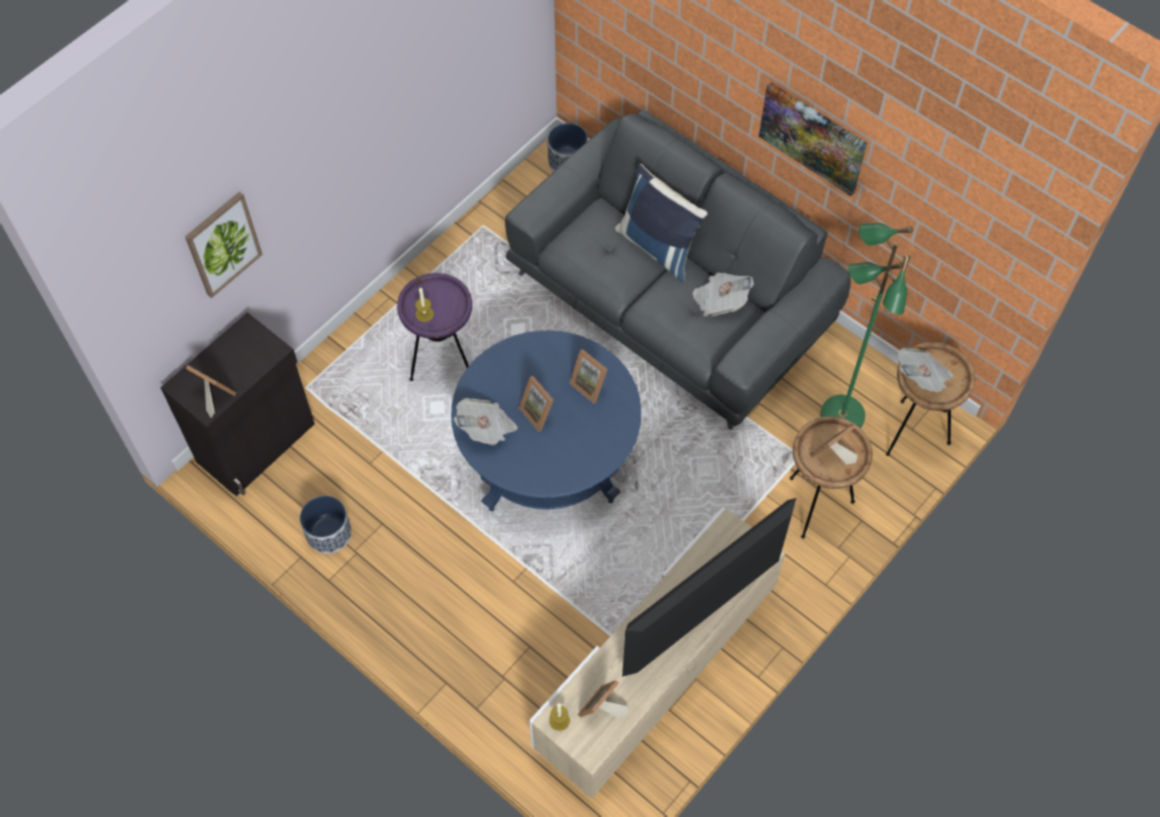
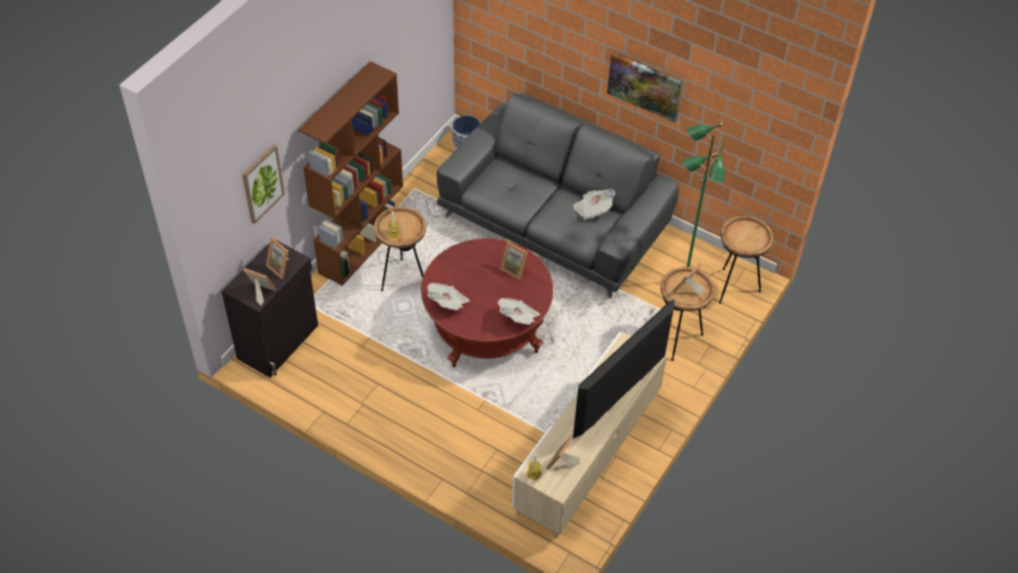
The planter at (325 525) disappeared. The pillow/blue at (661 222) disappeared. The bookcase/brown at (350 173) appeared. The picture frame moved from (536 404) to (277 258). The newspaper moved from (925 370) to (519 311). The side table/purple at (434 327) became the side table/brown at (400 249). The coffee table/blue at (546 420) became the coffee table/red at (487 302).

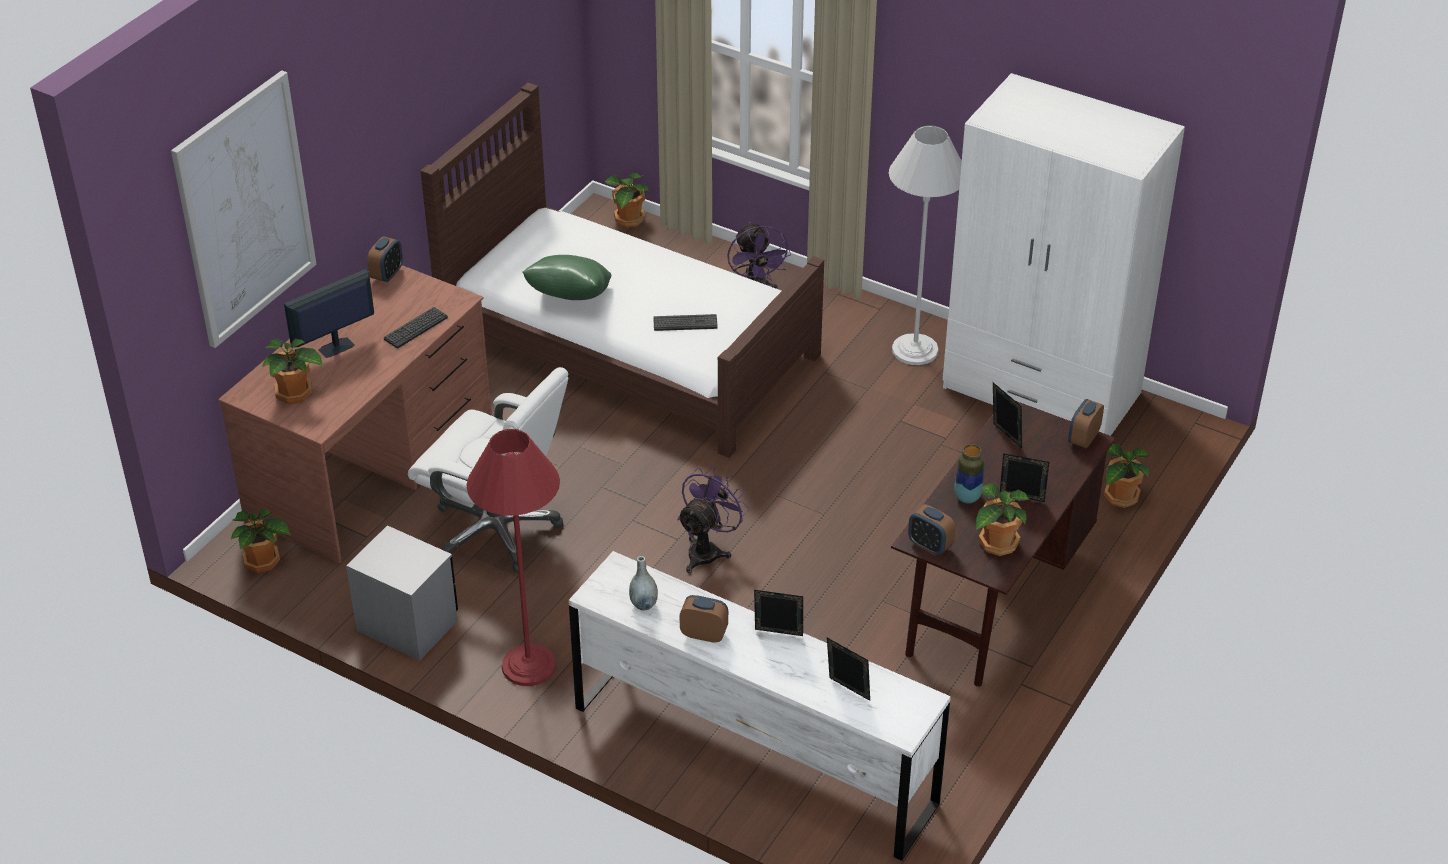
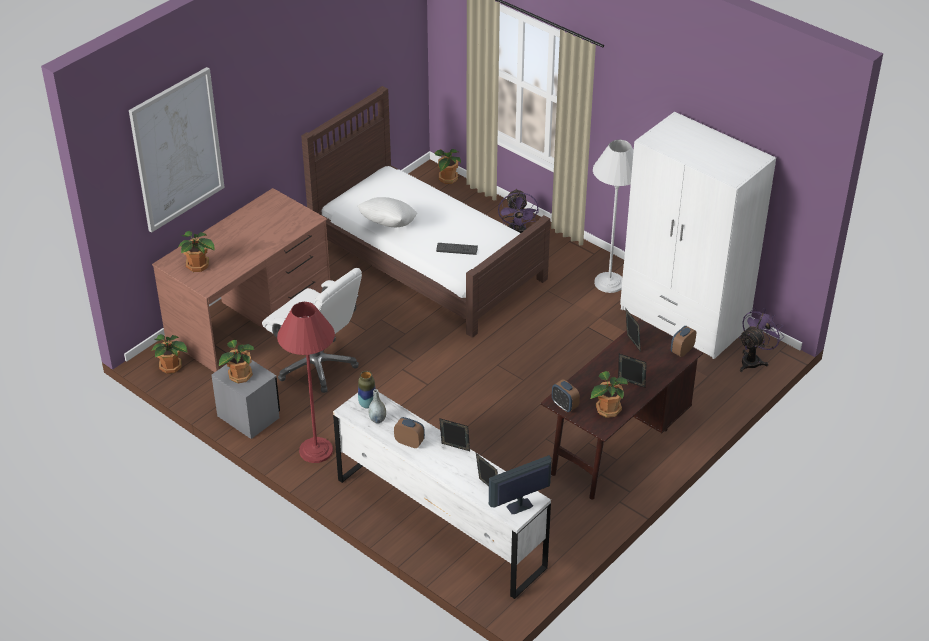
The alarm clock at (385 259) disappeared. The keyboard at (416 327) disappeared. The monitor moved from (329 313) to (520 484). The fan/purple moved from (713 519) to (761 340). The vase moved from (969 473) to (367 390). The potted plant moved from (1127 476) to (236 361). The pillow/green at (567 277) became the pillow/white at (387 212).

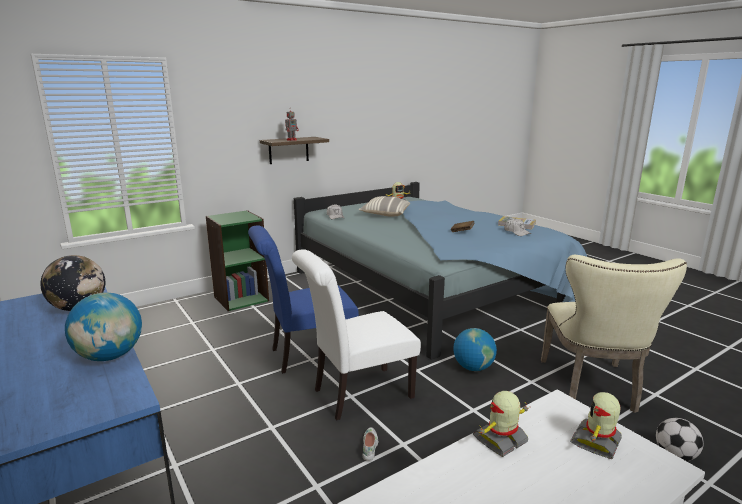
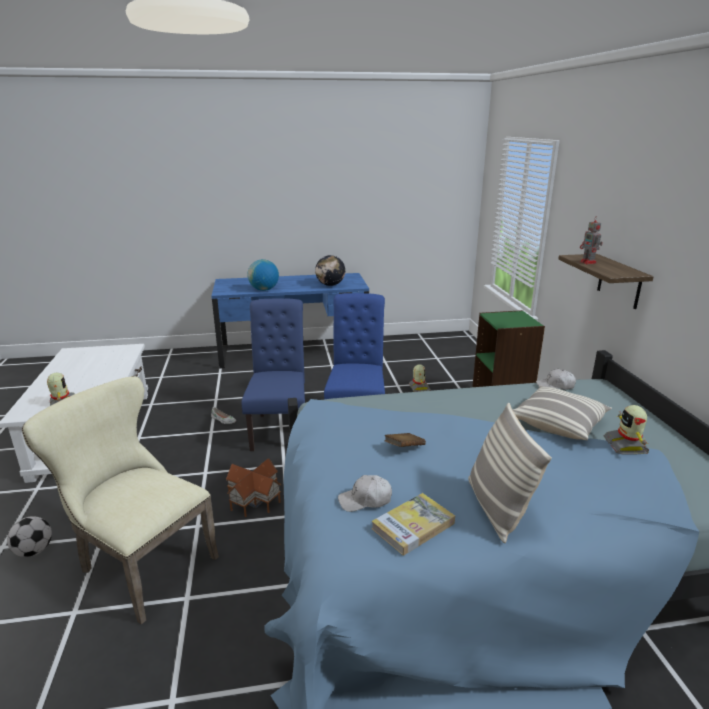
The pillow at (510 473) appeared. The toy robot moved from (500 424) to (420 378). The globe at (475 349) was replaced by the toy house at (253 487). The chair/white at (356 335) became the chair/blue at (273 374).

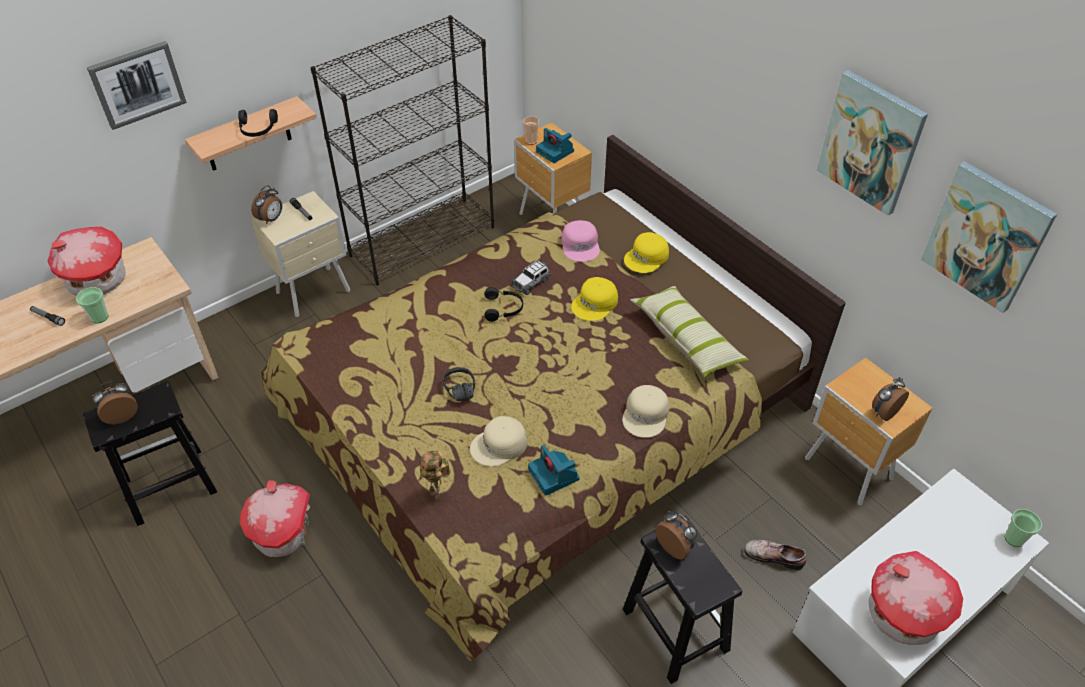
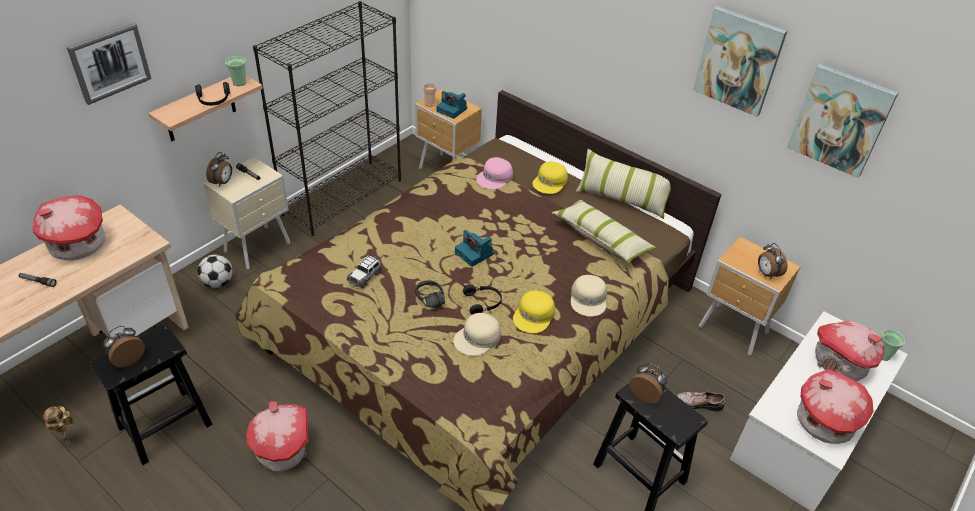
The football at (215 271) appeared. The pillow at (623 184) appeared. The toy house at (850 351) appeared. The cup moved from (92 305) to (235 71). The toy robot moved from (434 476) to (58 427). The headphones/black moved from (503 304) to (482 299). The toy car moved from (530 277) to (364 271). The photo camera moved from (554 470) to (474 248). The cap/yellow moved from (594 299) to (534 311). The cap/pink at (580 241) turned 60 degrees clockwise. The alarm clock at (890 399) turned 60 degrees counterclockwise.

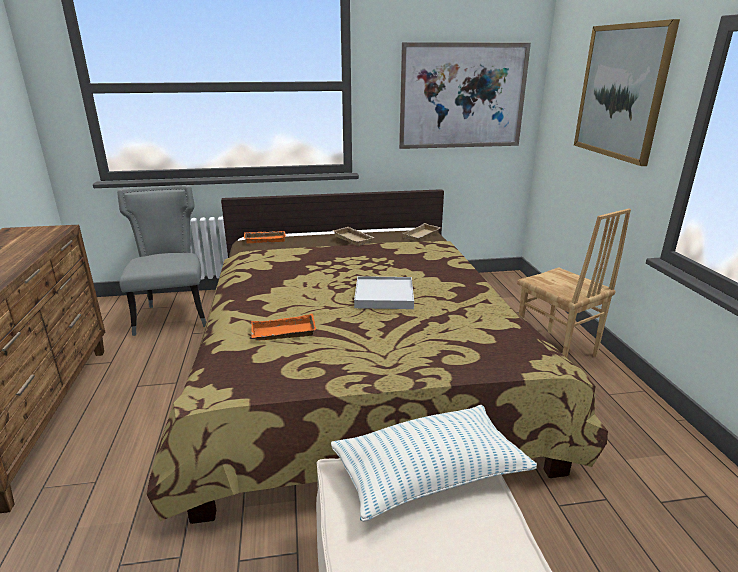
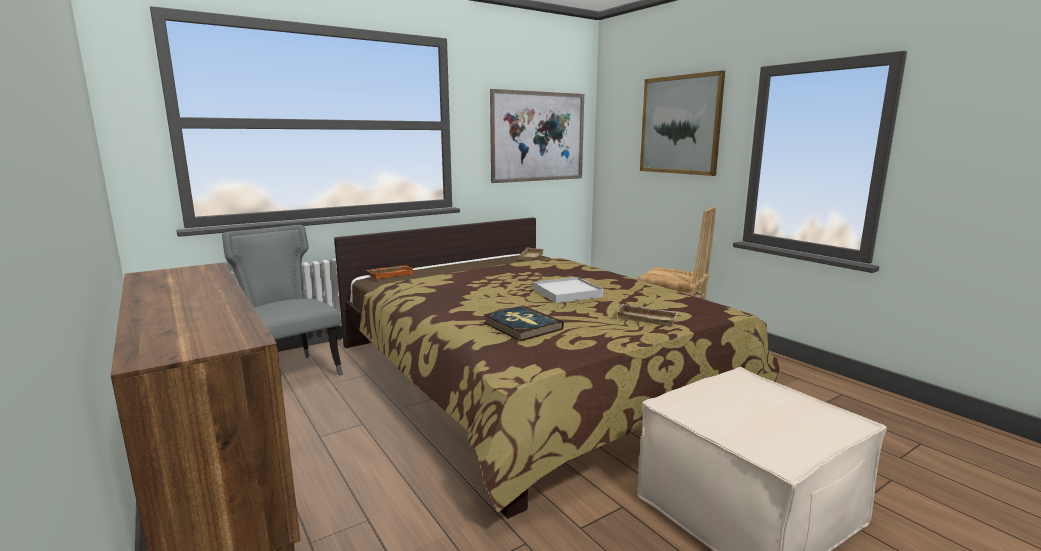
The pillow at (434 463) disappeared. The tray/beige moved from (354 236) to (647 315). The tray/orange at (284 327) was replaced by the book at (524 323).

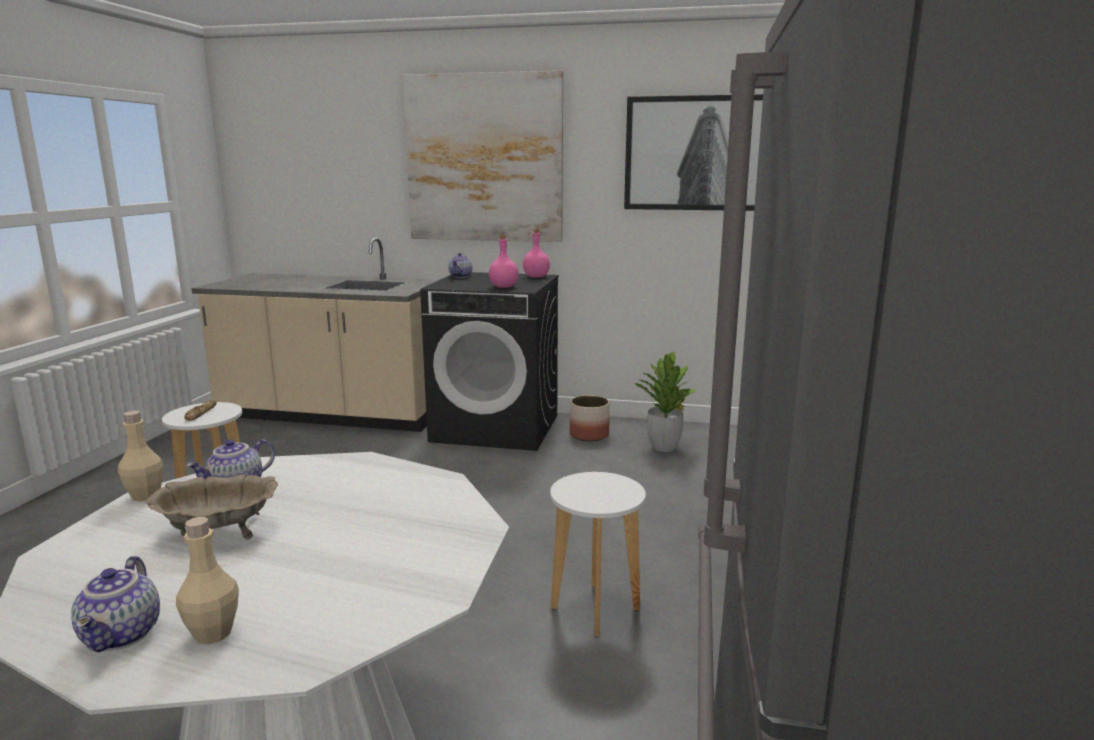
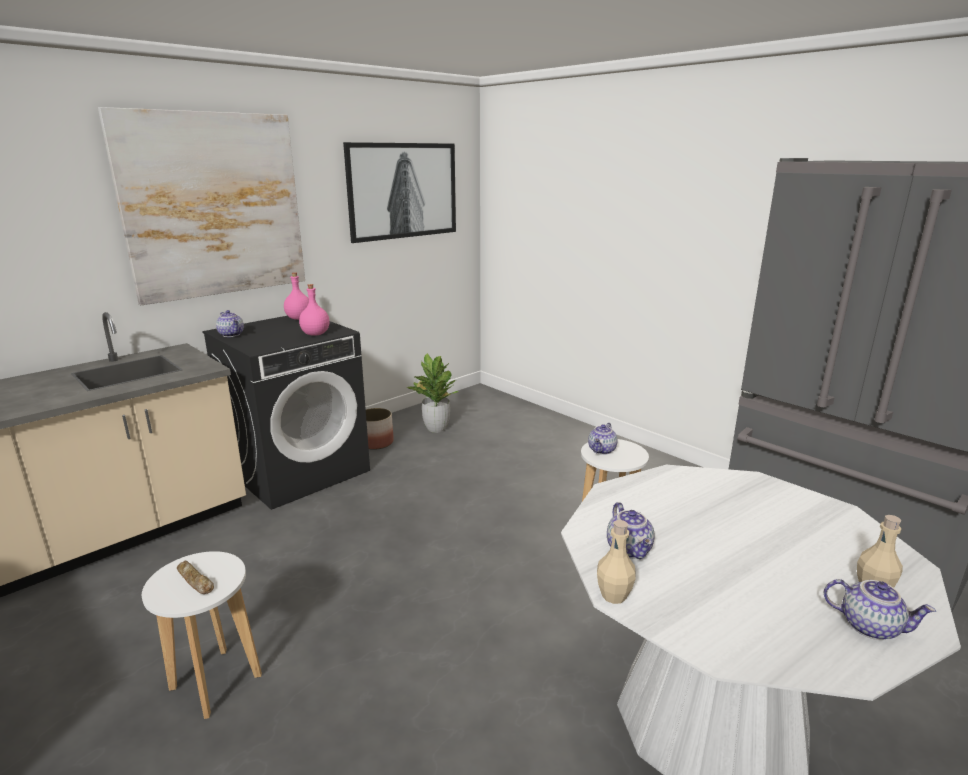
The bowl/beige at (211 507) disappeared. The teapot at (602 439) appeared.

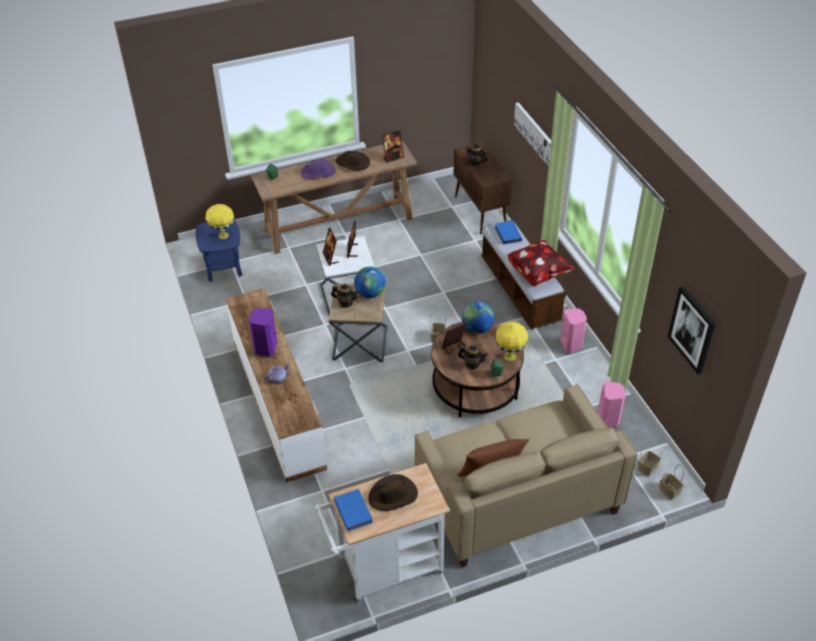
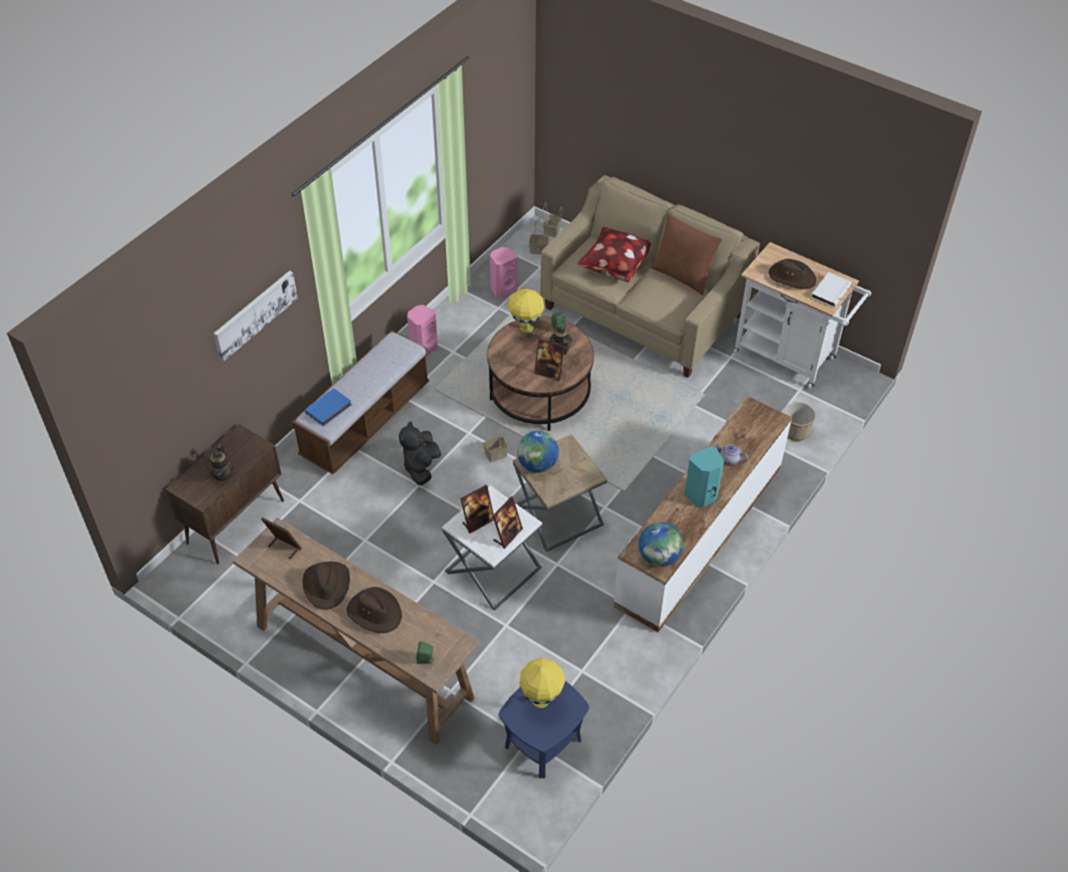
The teapot at (345 296) disappeared. The picture at (691 330) disappeared. The plush toy/black at (420 453) appeared. The planter at (799 421) appeared. The globe moved from (478 317) to (661 544). The pillow moved from (541 263) to (614 254). The speaker/purple at (263 332) became the speaker/turquoise at (704 476). The hat/purple at (318 169) became the hat/brown at (374 610). The book/blue at (353 510) became the book/white at (831 290).

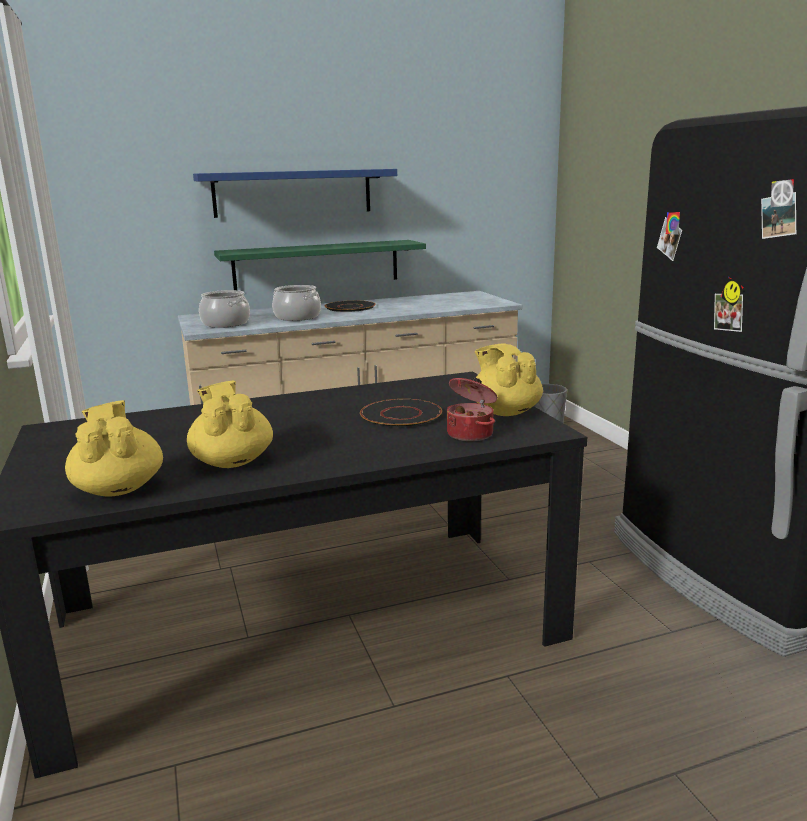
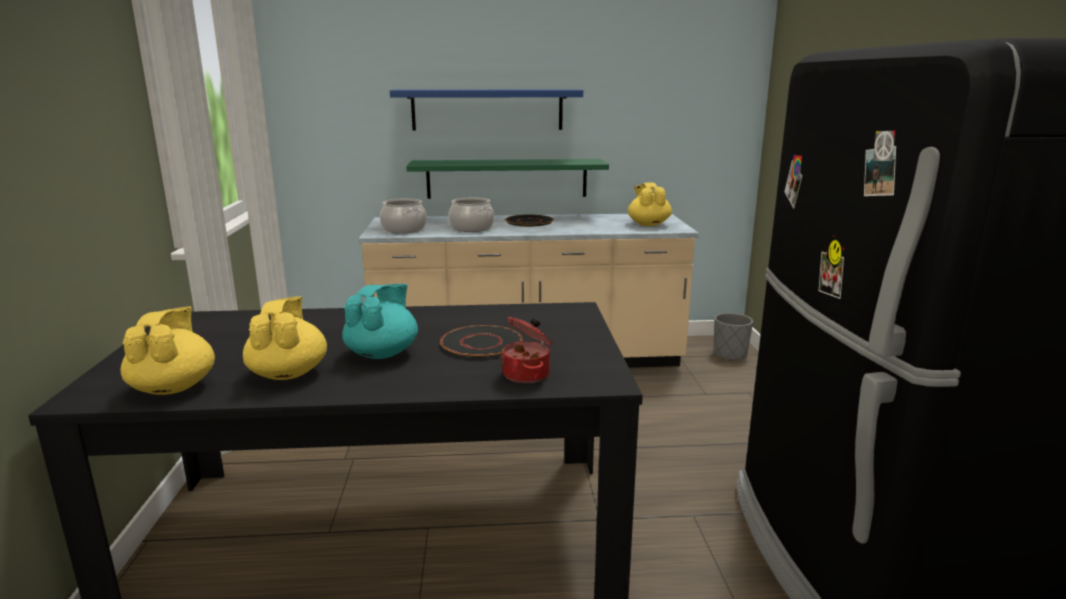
The teapot/turquoise at (380 321) appeared. The teapot/yellow moved from (509 379) to (650 204).

